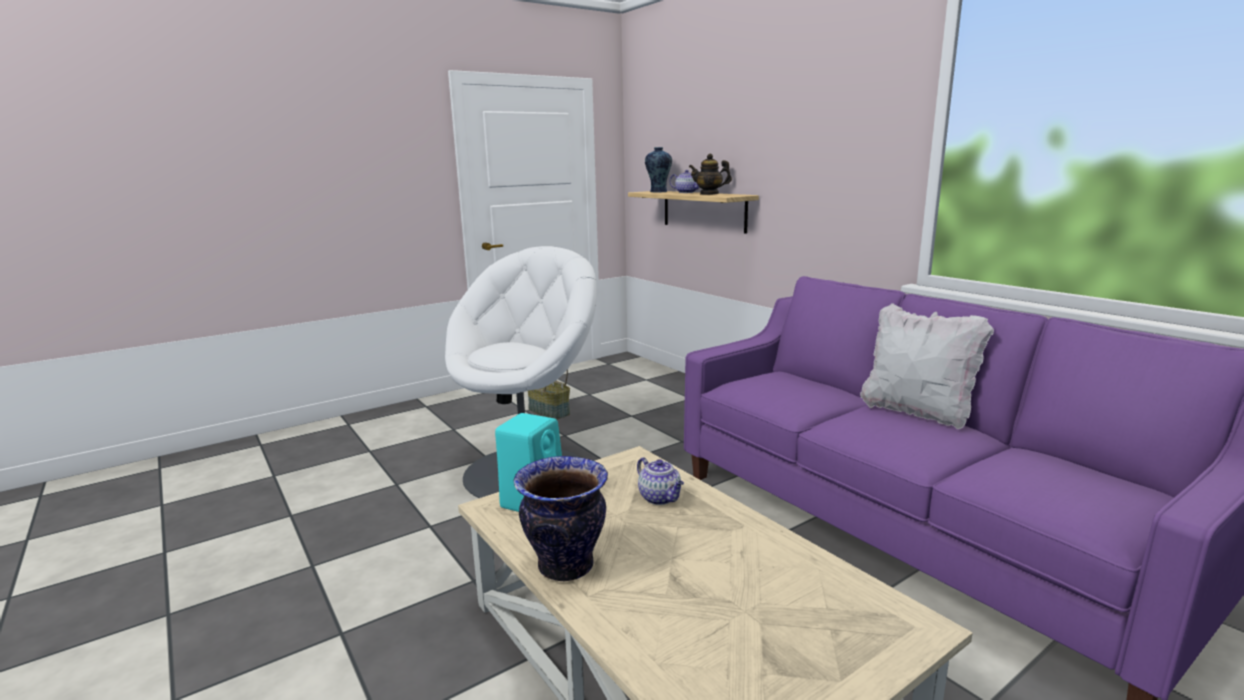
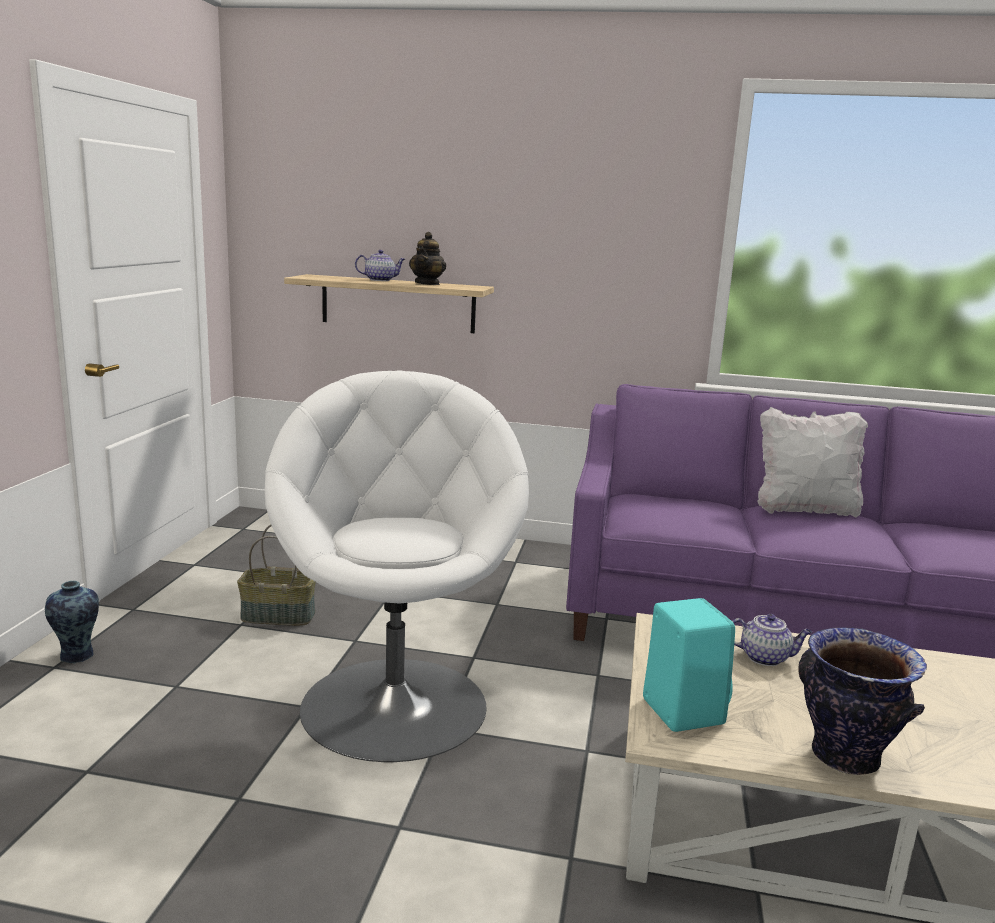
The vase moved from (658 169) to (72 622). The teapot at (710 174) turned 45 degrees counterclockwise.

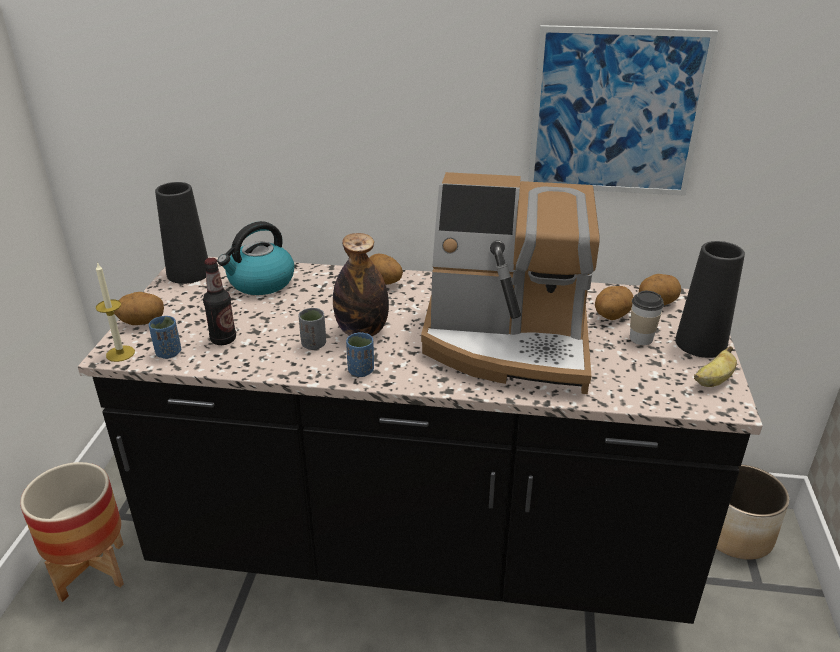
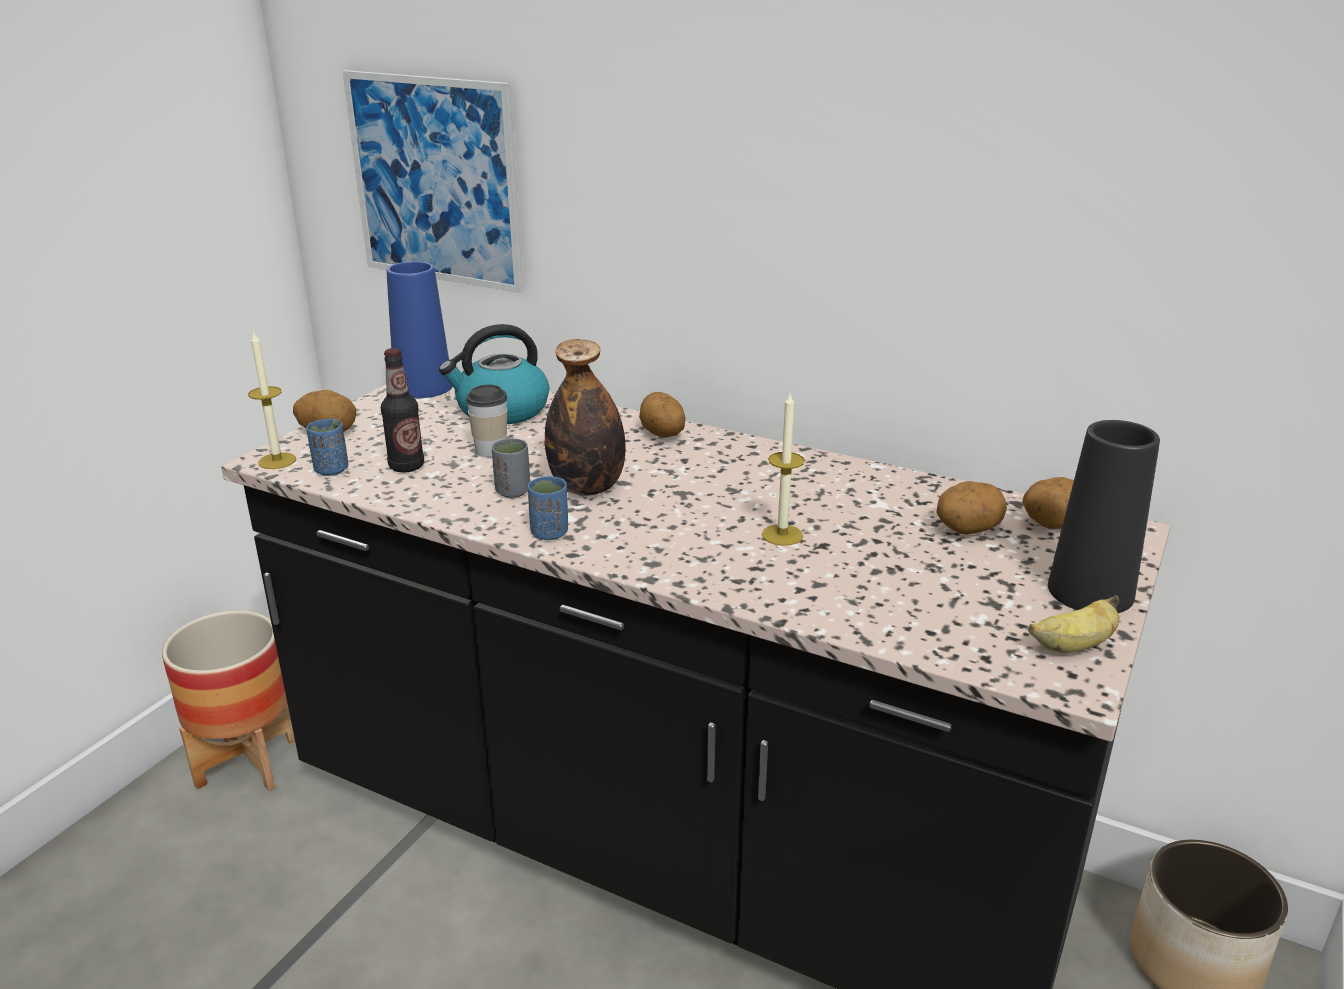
The picture moved from (623 110) to (432 181). The cup moved from (647 318) to (487 421). The coffee machine at (510 283) was replaced by the candle at (783 468). The vase/black at (181 233) became the vase/blue at (419 330).

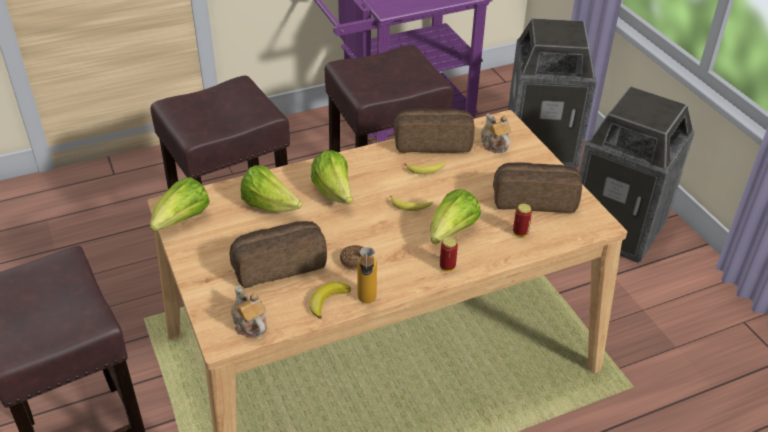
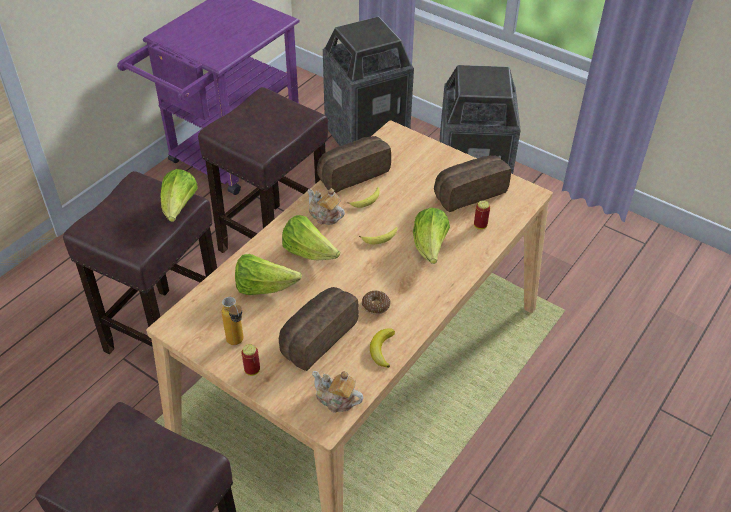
The lettuce moved from (180 204) to (179 195). The bottle moved from (367 275) to (232 321). The can moved from (449 254) to (251 360). The teapot moved from (496 133) to (326 206).

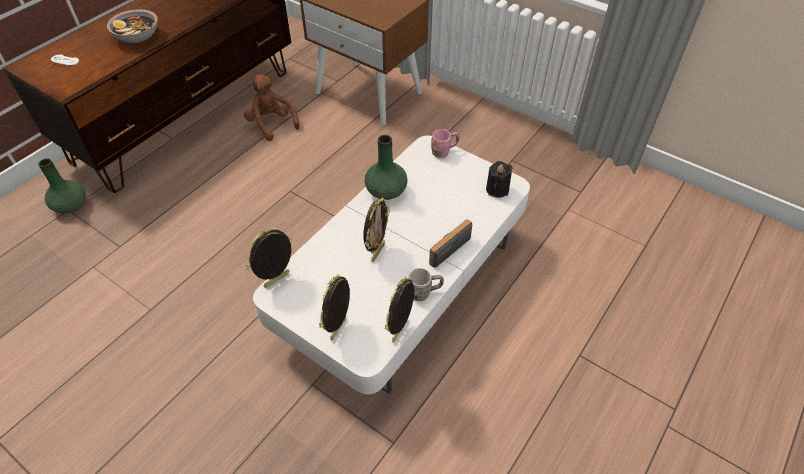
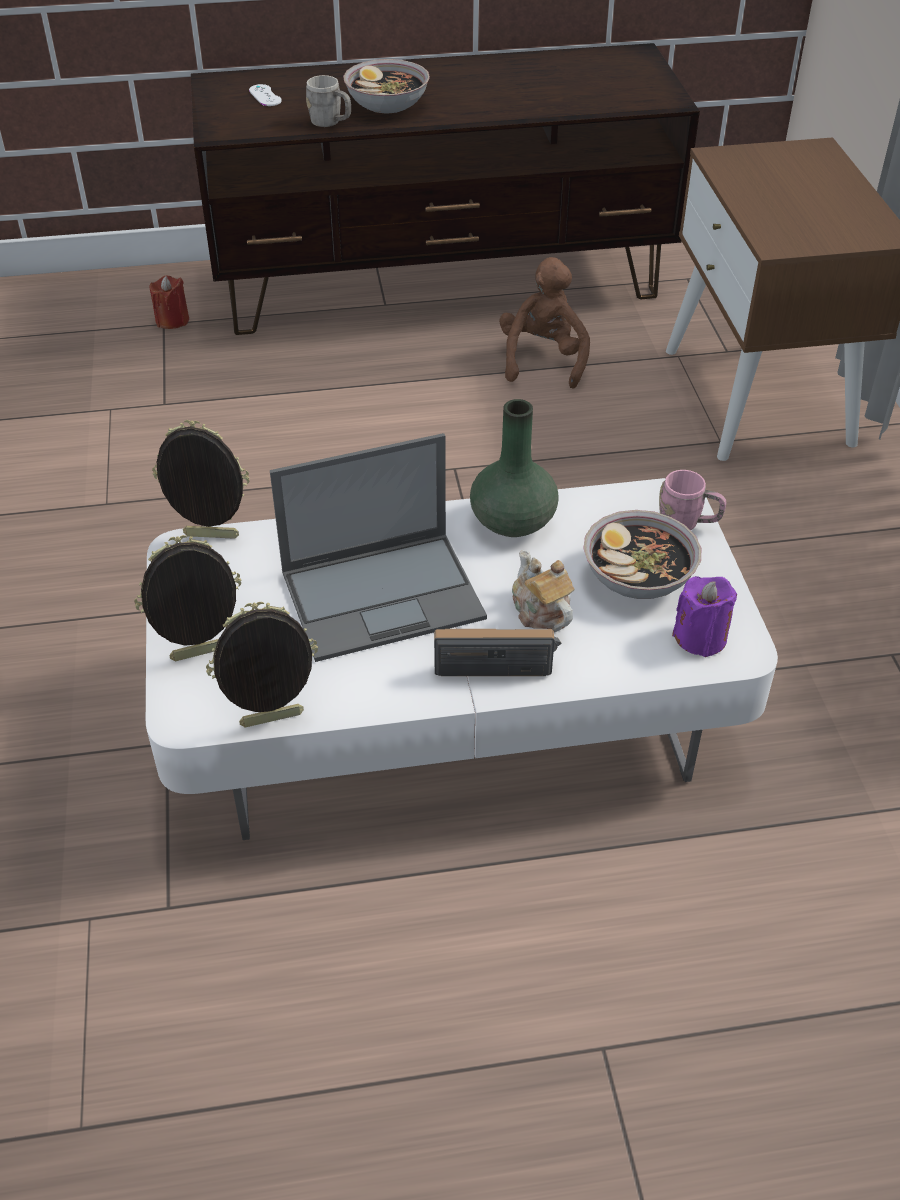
The teapot at (543 591) appeared. The bowl at (642 554) appeared. The mug/grey moved from (426 284) to (328 101). The vase/green at (62 186) was replaced by the candle/red at (169 302). The picture frame at (377 230) was replaced by the laptop at (378 547). The candle/black at (499 179) became the candle/purple at (704 616).

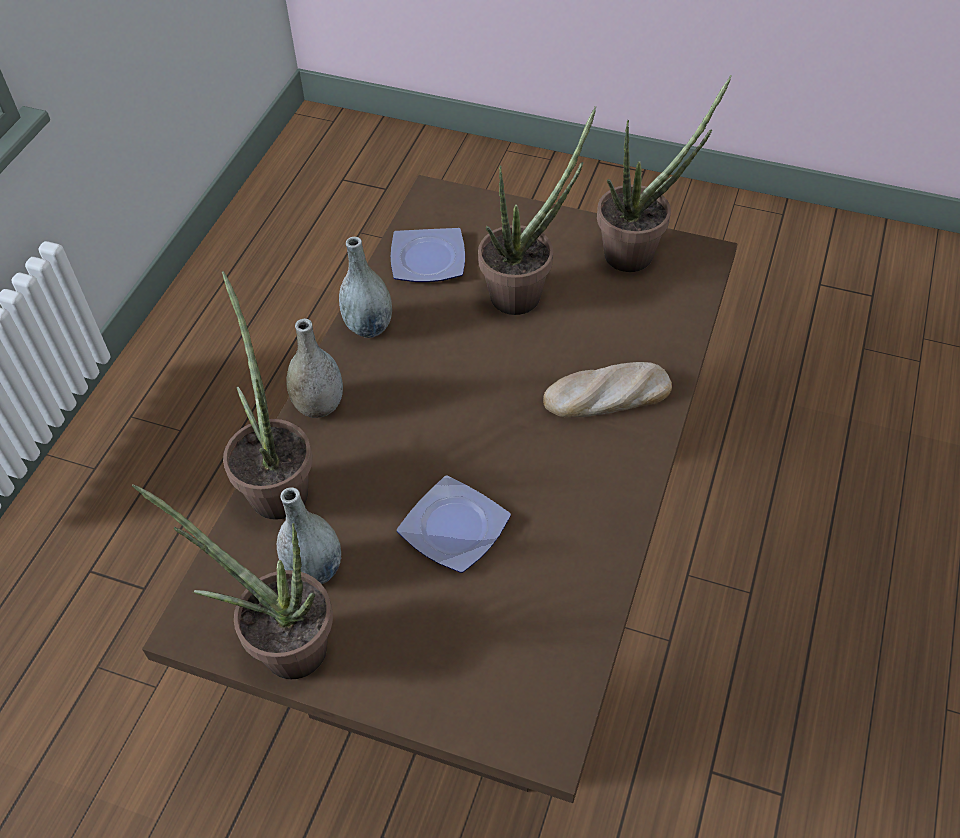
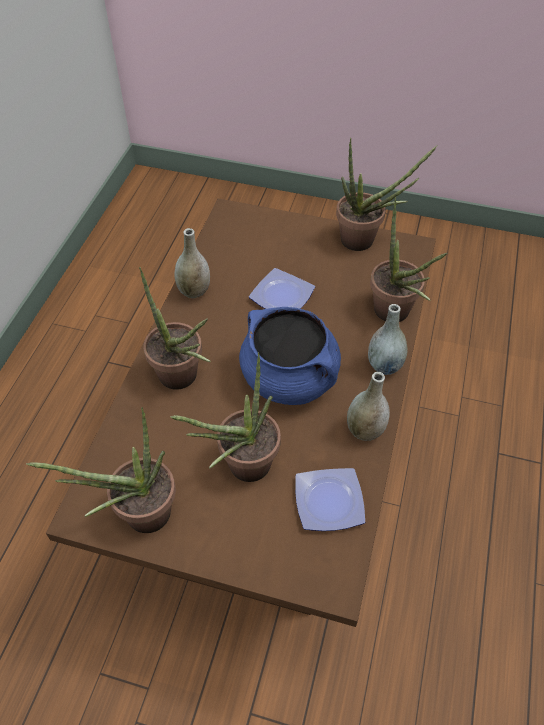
The cooking pot/blue at (290 356) appeared. The vase/grey moved from (309 535) to (192 263). The bread at (607 390) was replaced by the potted plant at (175 328).

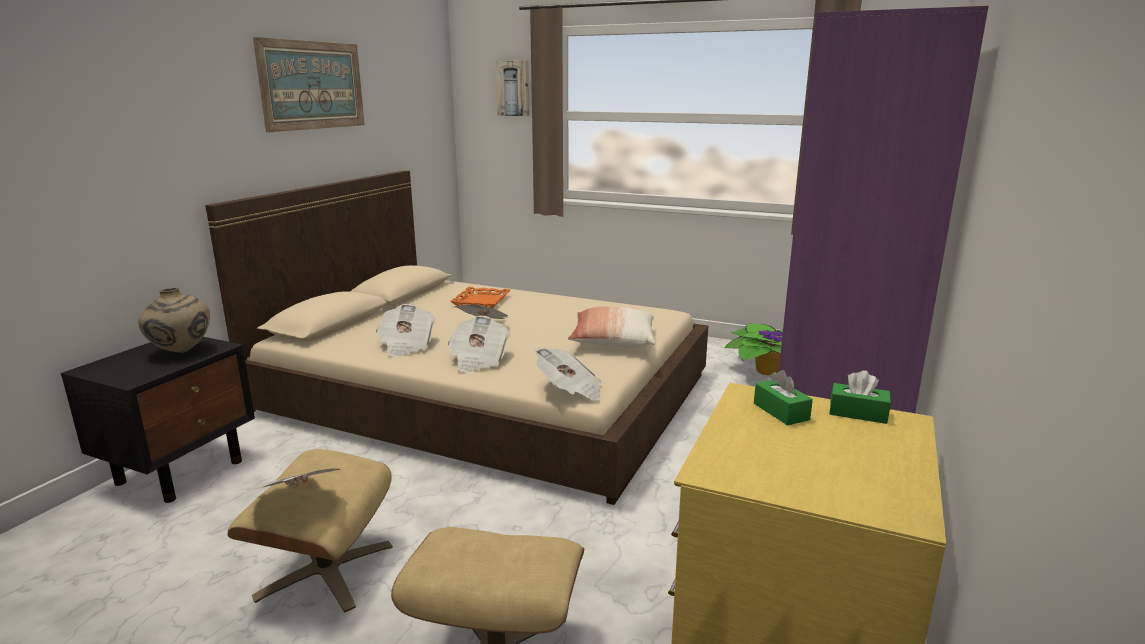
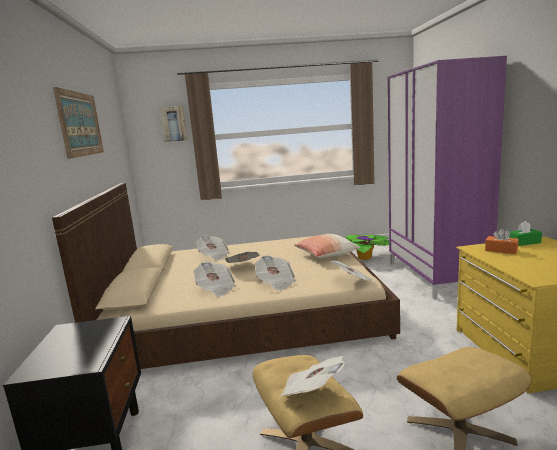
The vase/beige at (174 320) disappeared. The tray/orange at (480 297) was replaced by the newspaper at (213 248). The tissue box/green at (783 397) became the tissue box/orange at (501 241).

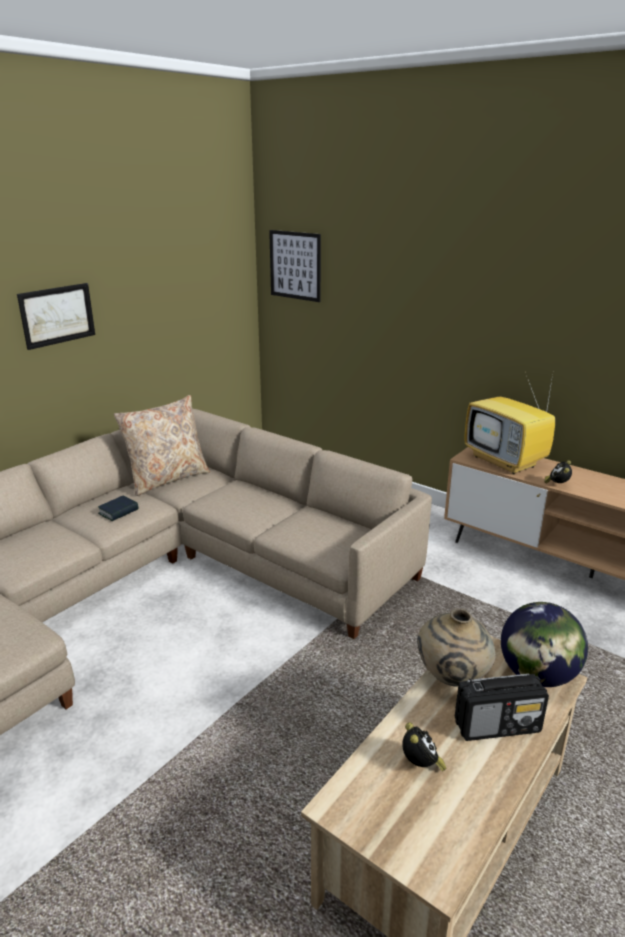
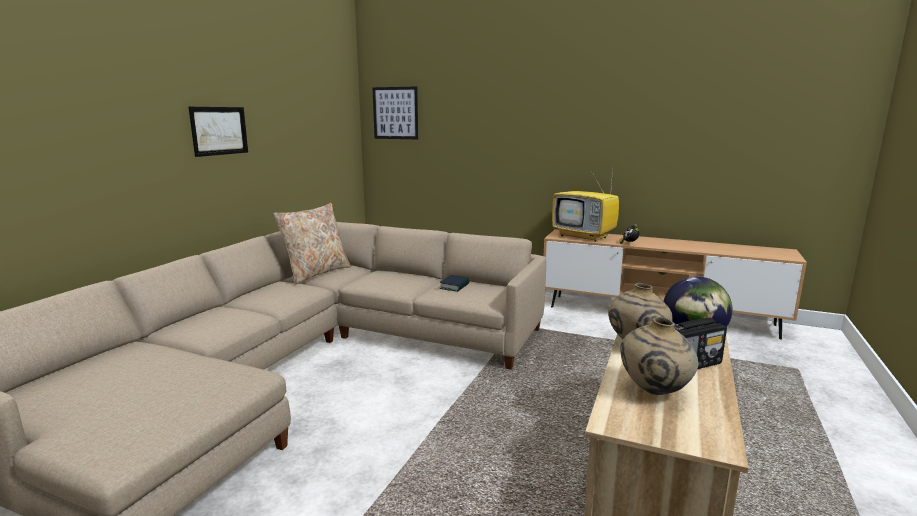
The book moved from (118 508) to (454 283). The alarm clock at (424 747) was replaced by the vase/beige at (659 356).

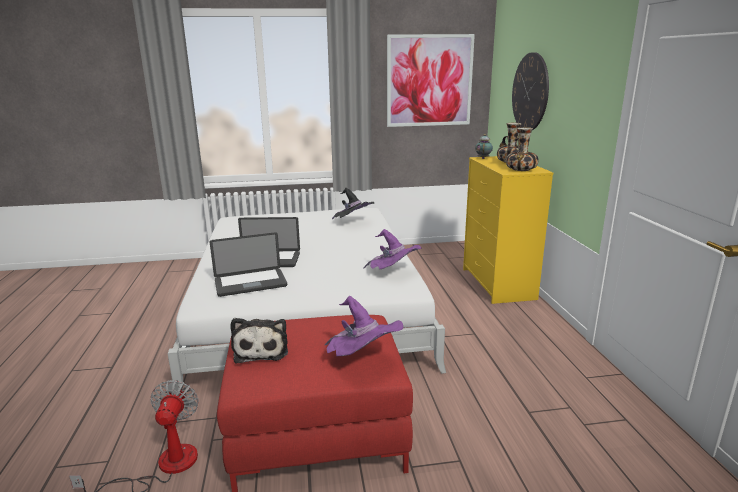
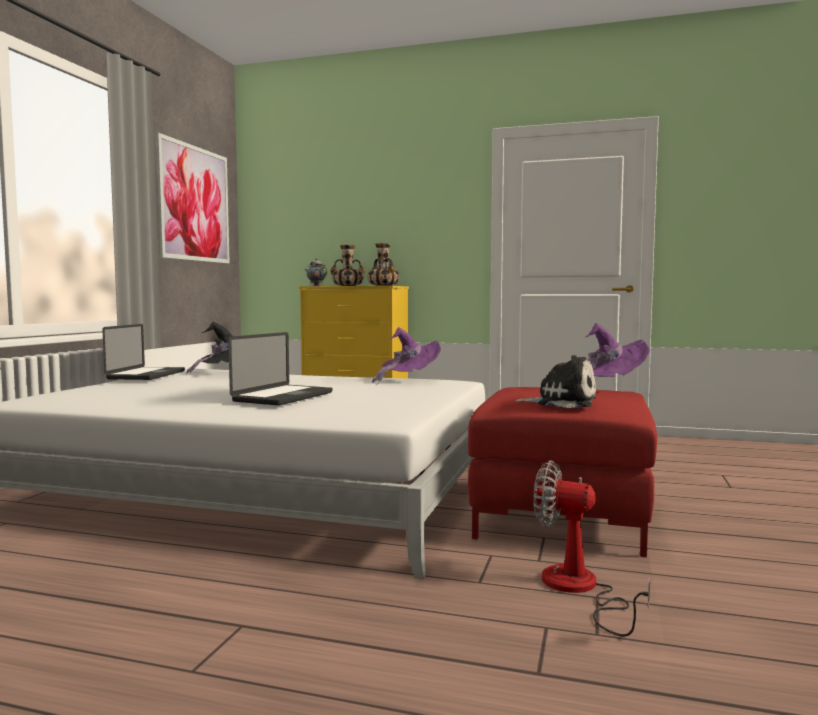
The wall clock at (530 91) disappeared. The laptop moved from (248 264) to (143 352).

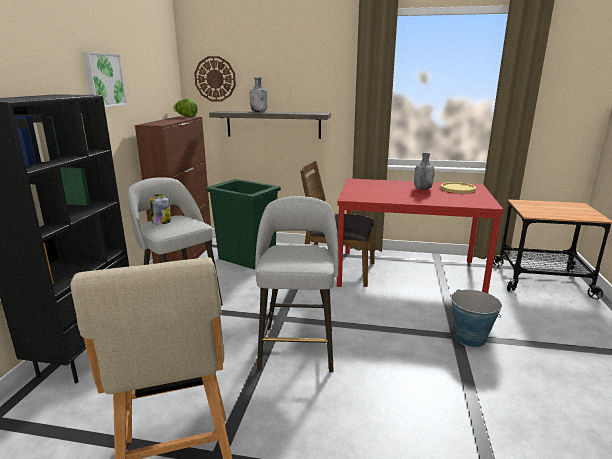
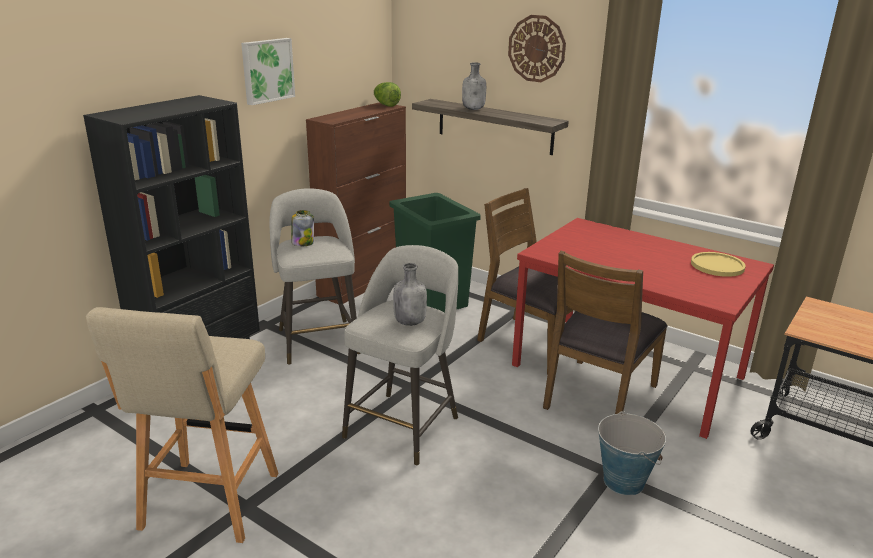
The chair/brown at (605 332) appeared. The wall clock moved from (215 79) to (537 48). The bottle/grey moved from (424 171) to (410 294).

